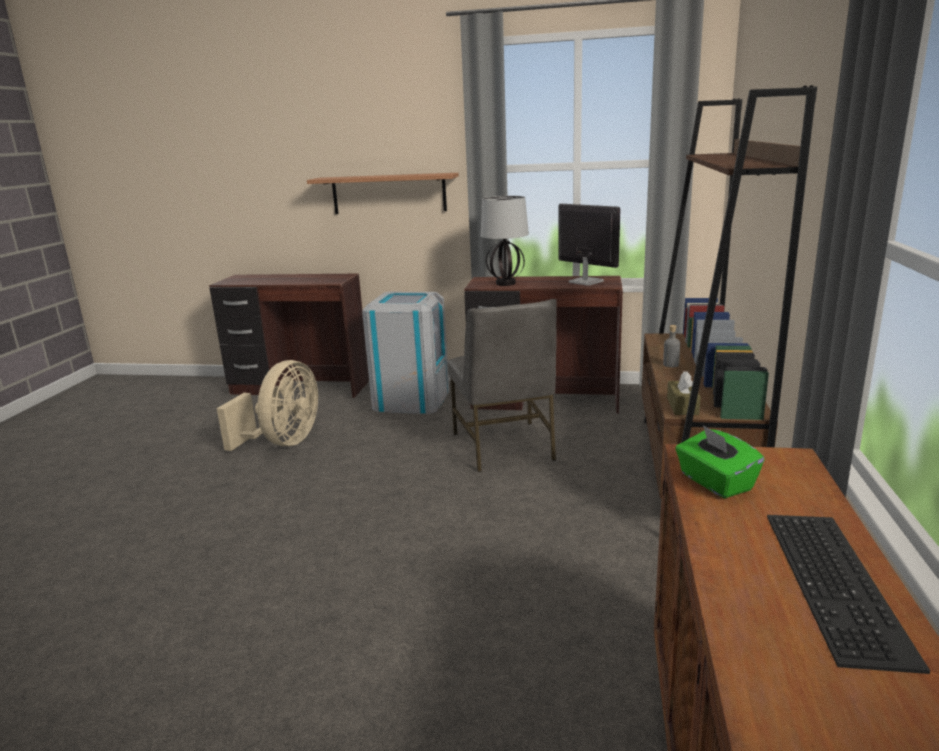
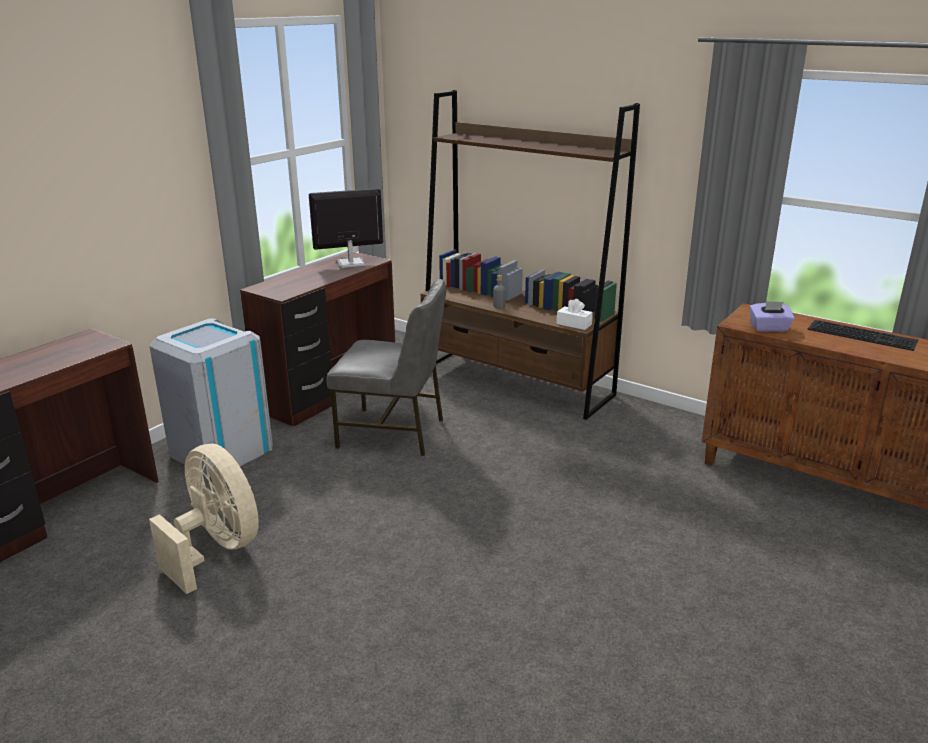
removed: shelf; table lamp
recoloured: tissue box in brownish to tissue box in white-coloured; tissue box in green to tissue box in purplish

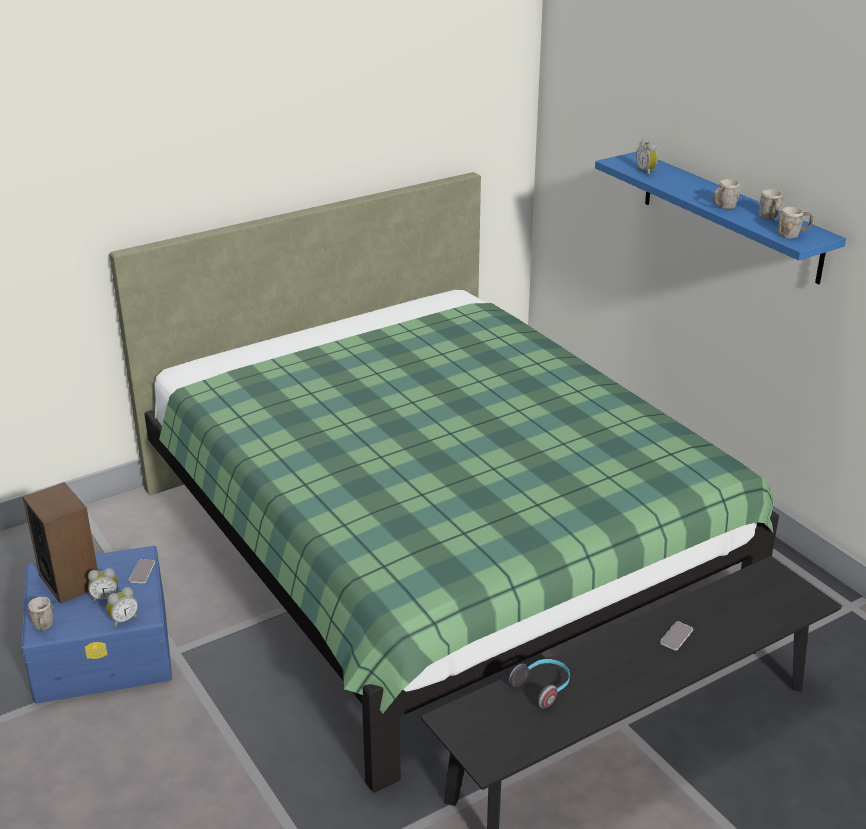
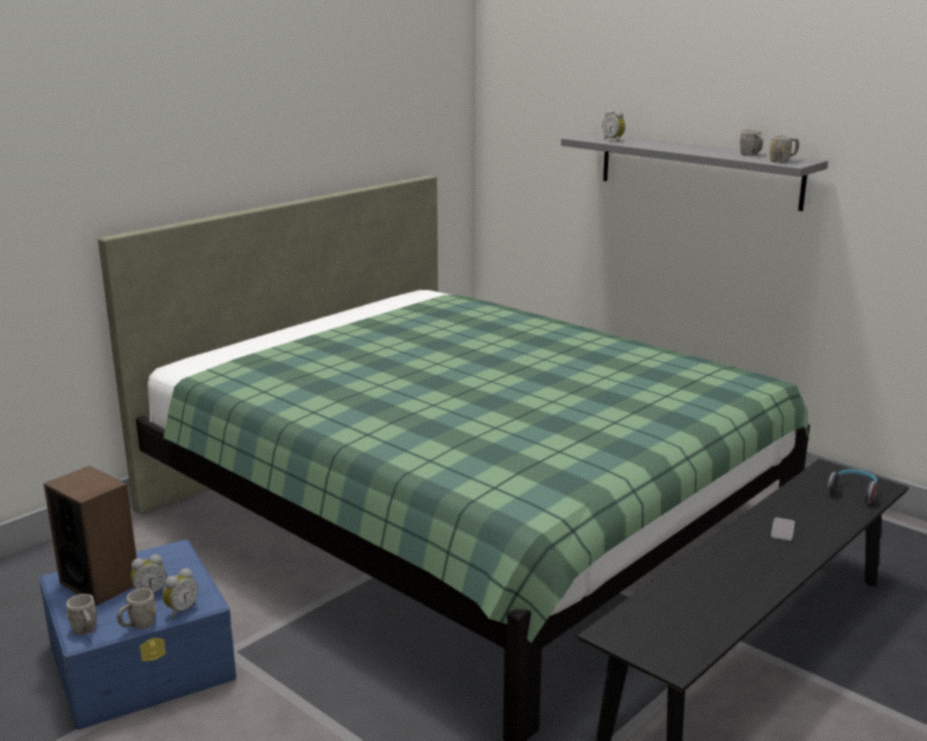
removed: telephone (1st from left)
moved: tea mug in greyish (2nd from left); headphones
recoloured: shelf in blue-coloured to shelf in greyish

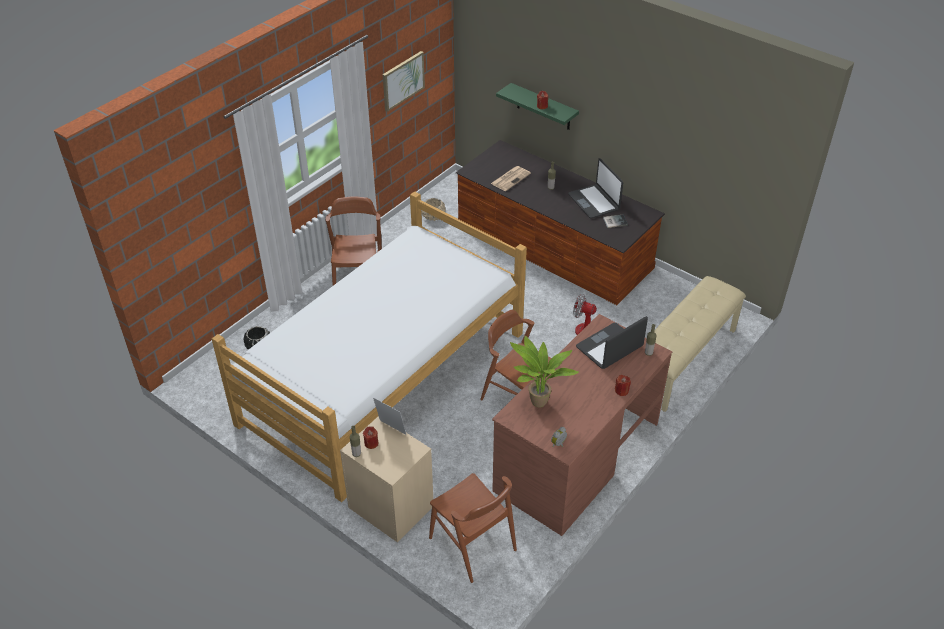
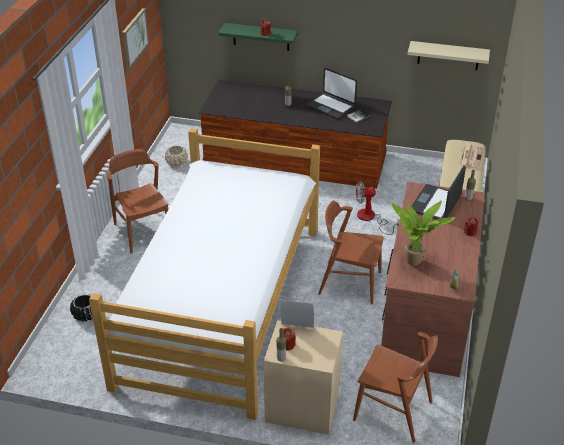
added: shelf in beige
moved: printed paper

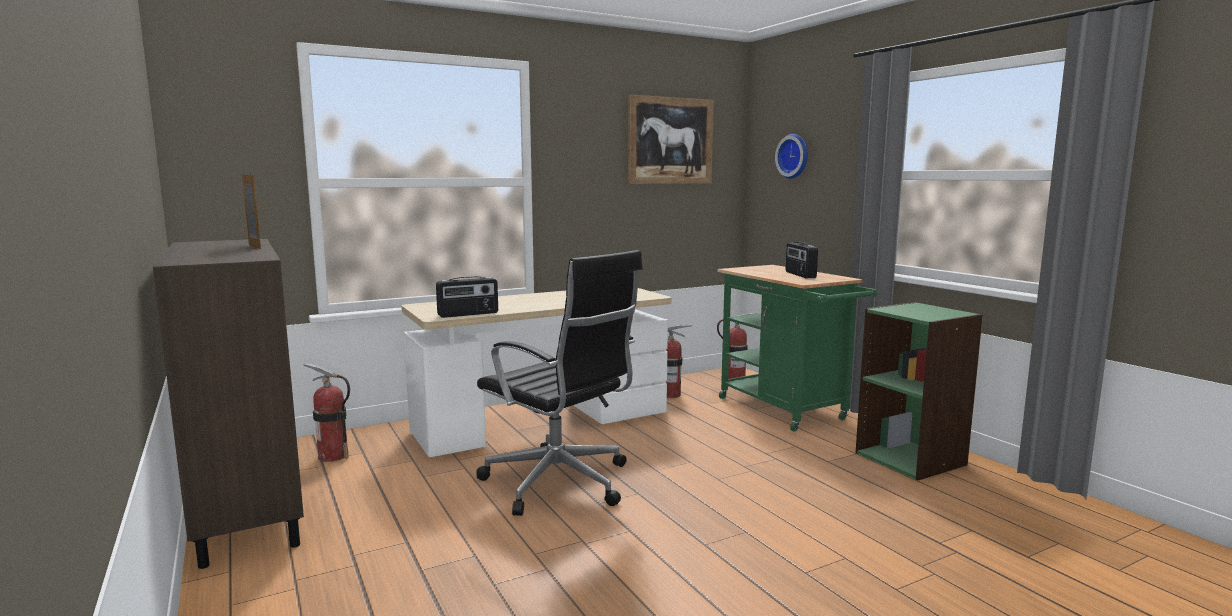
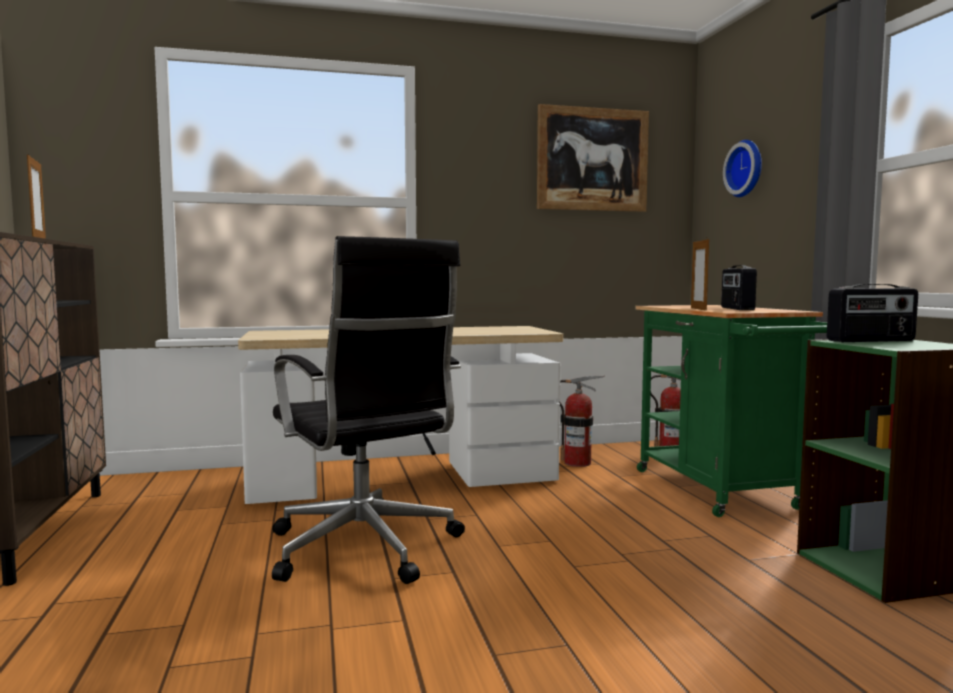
removed: fire extinguisher (1st from left)
added: photo frame (2nd from left)
moved: radio receiver (1st from left in the first image) to radio receiver (2nd from left)

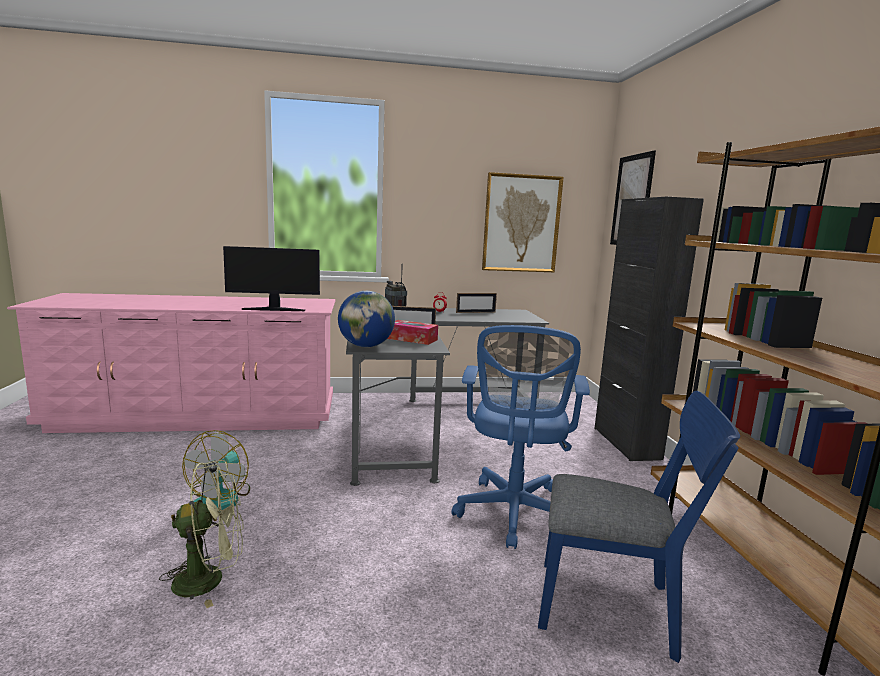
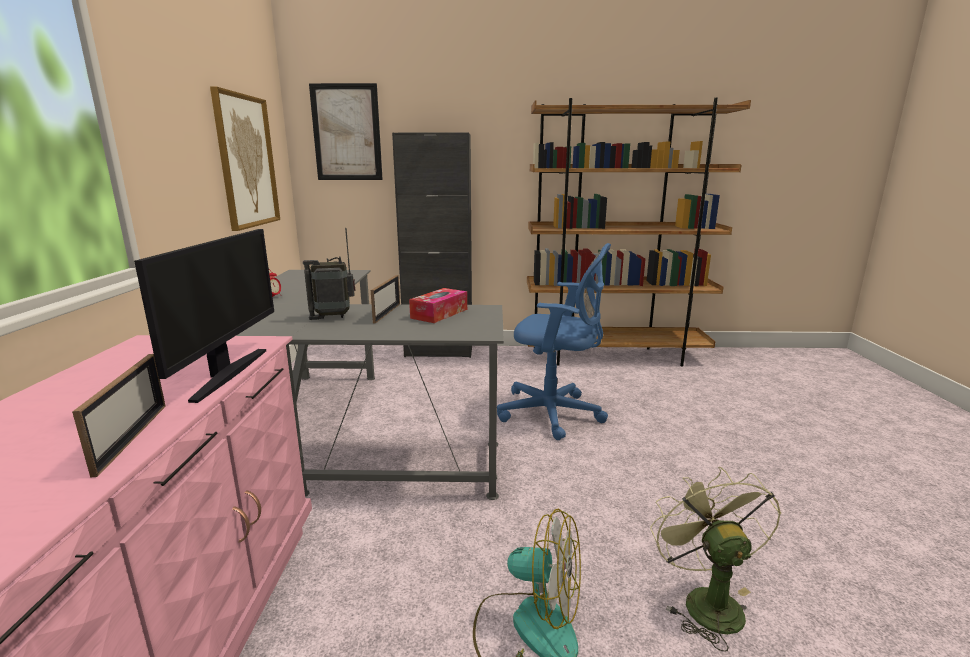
removed: globe; plain chair in blue-coloured
moved: photo frame (2nd from left in the first image) to photo frame (1st from left)

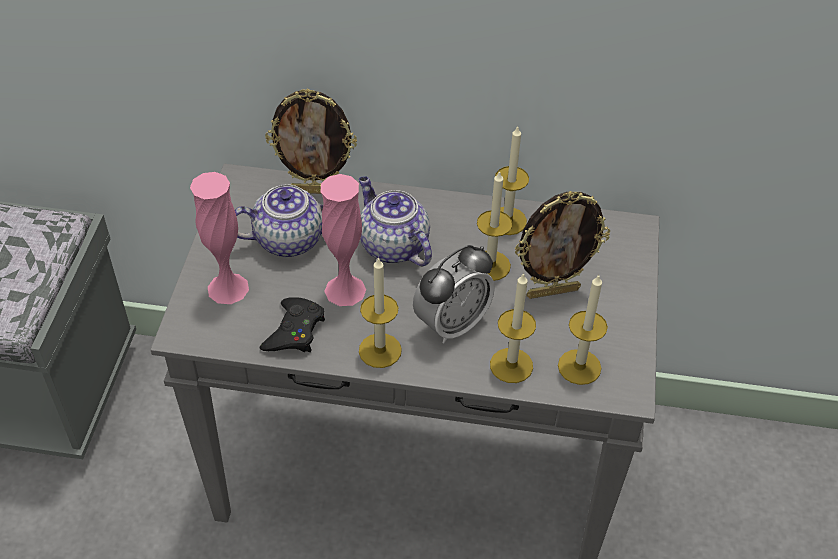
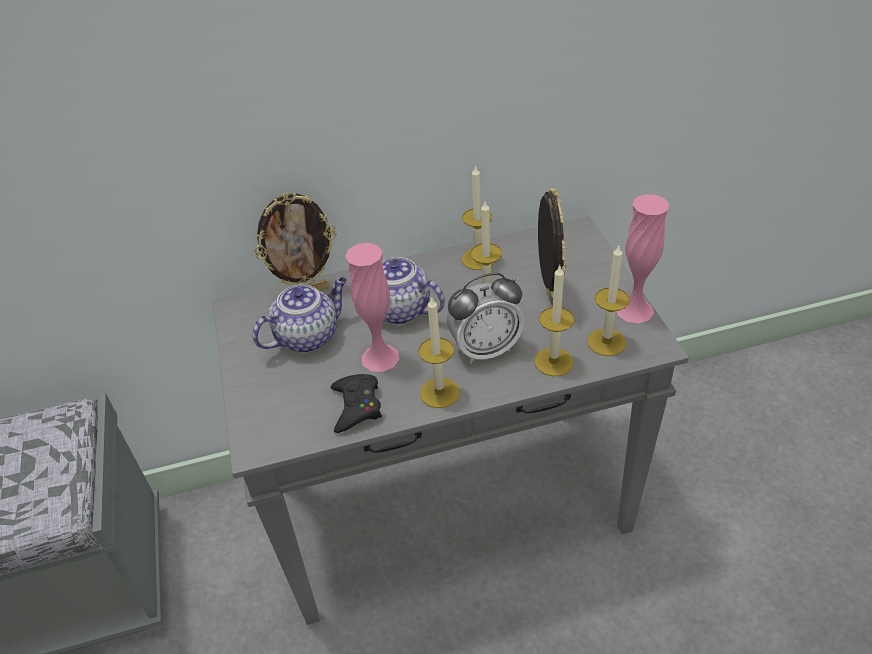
moved: decorative vase in pink (1st from left in the first image) to decorative vase in pink (2nd from left)
turned: table clock 45 degrees clockwise; photo frame (2nd from left) 60 degrees counterclockwise

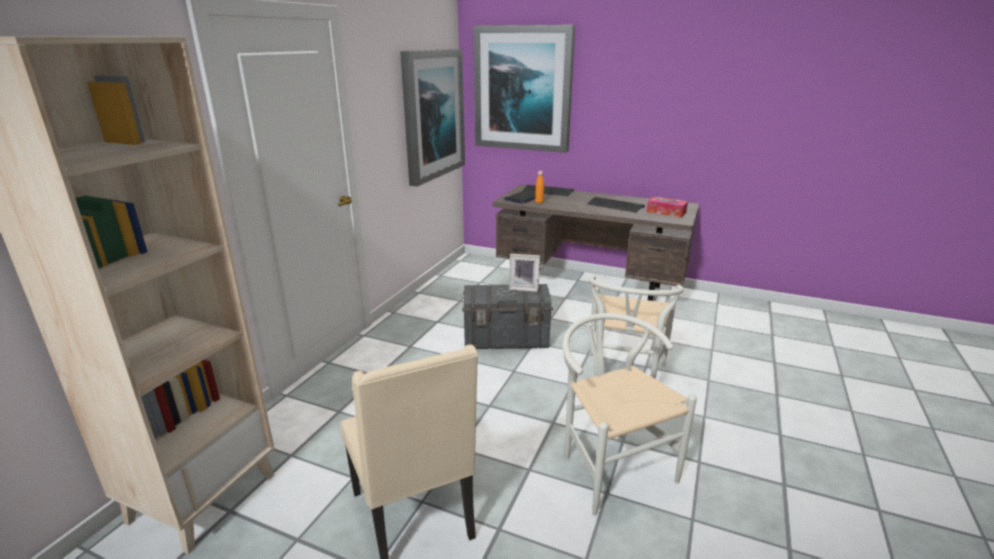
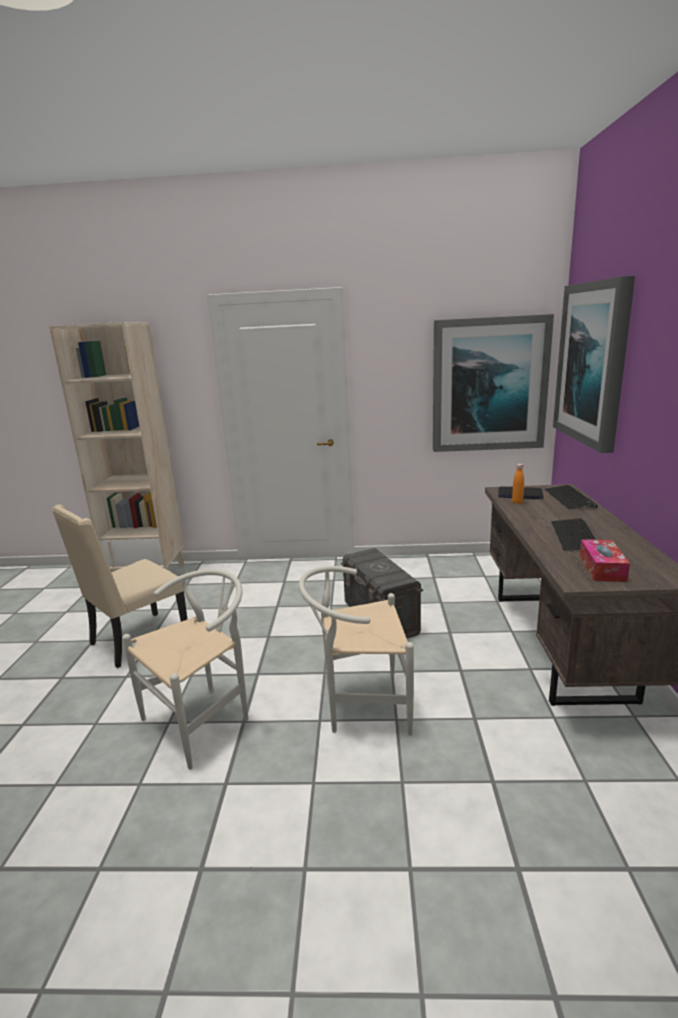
removed: photo frame

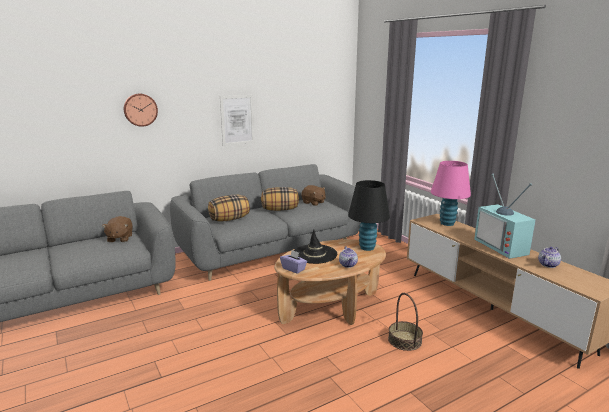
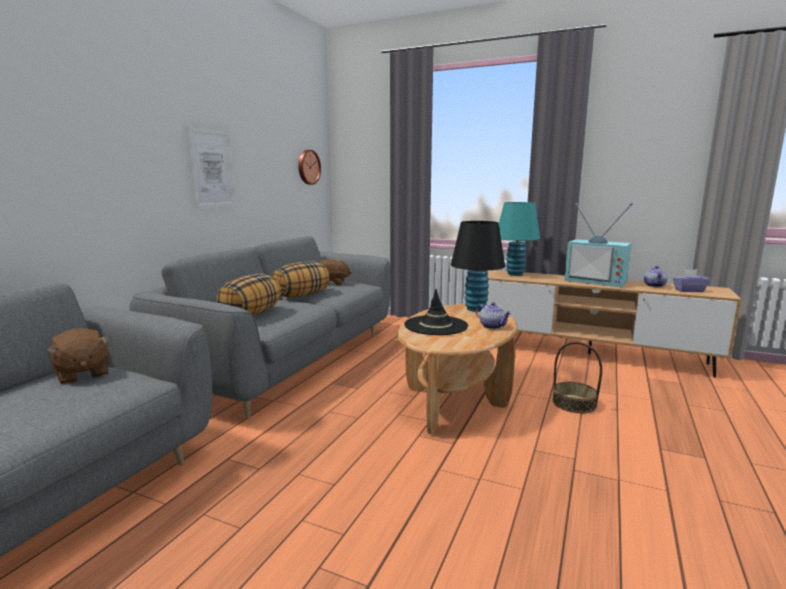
moved: hanging clock; tissue box in purplish
recoloured: table lamp in pink to table lamp in turquoise-coloured

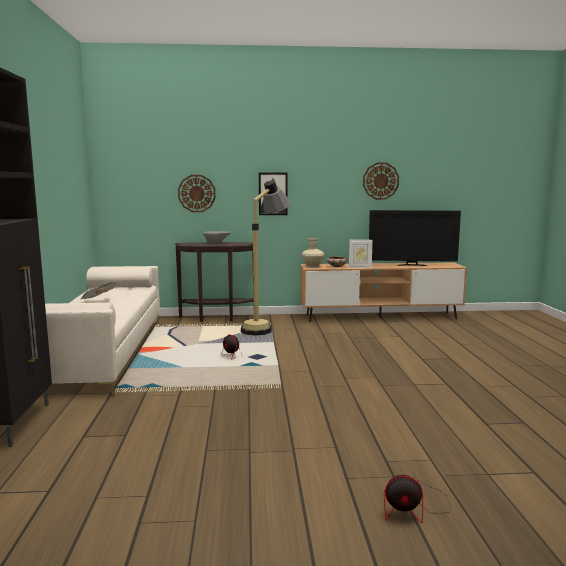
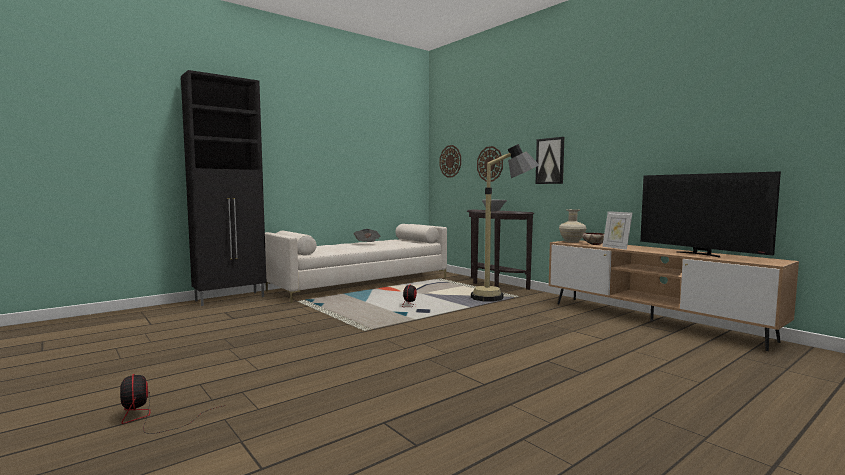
moved: hanging clock (2nd from left in the first image) to hanging clock (1st from left)

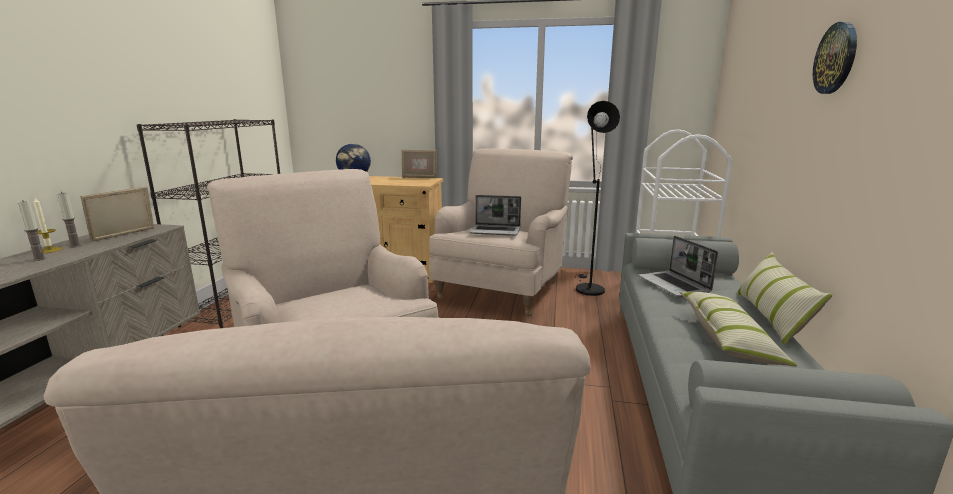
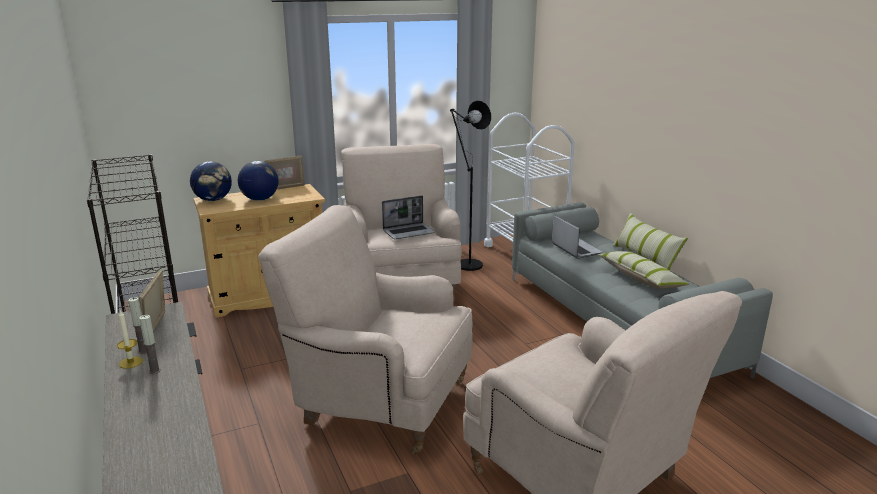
removed: hanging clock
added: globe (2nd from left)
turned: portable computer (2nd from left) 150 degrees counterclockwise

